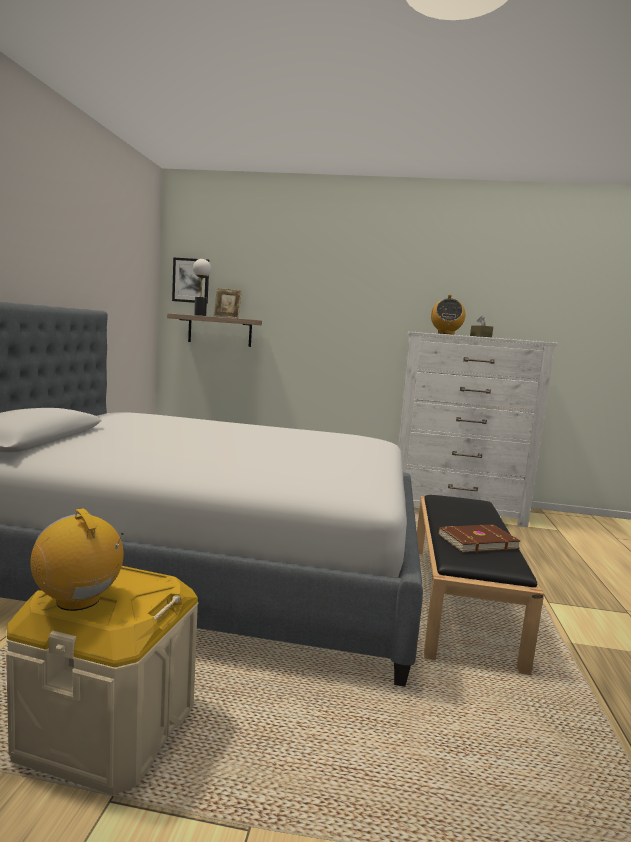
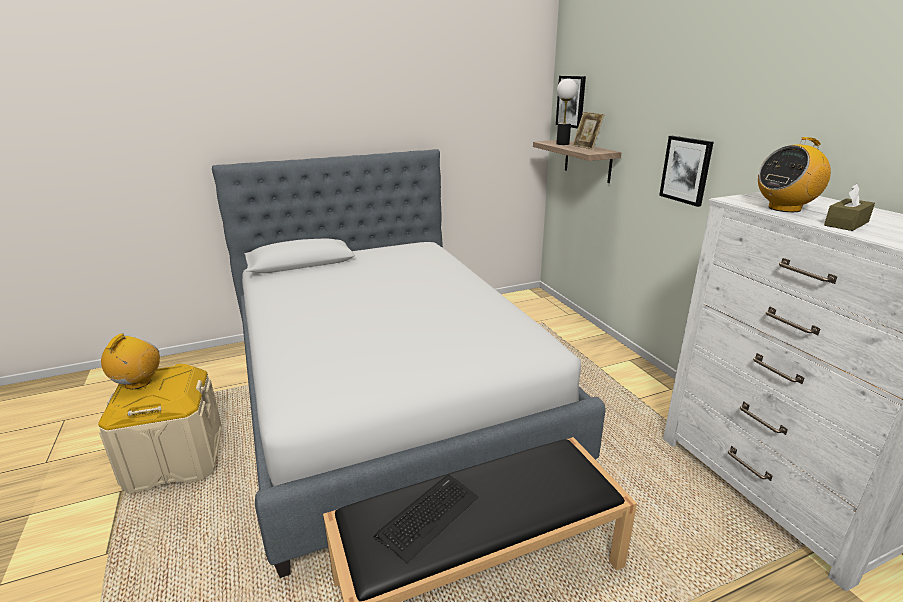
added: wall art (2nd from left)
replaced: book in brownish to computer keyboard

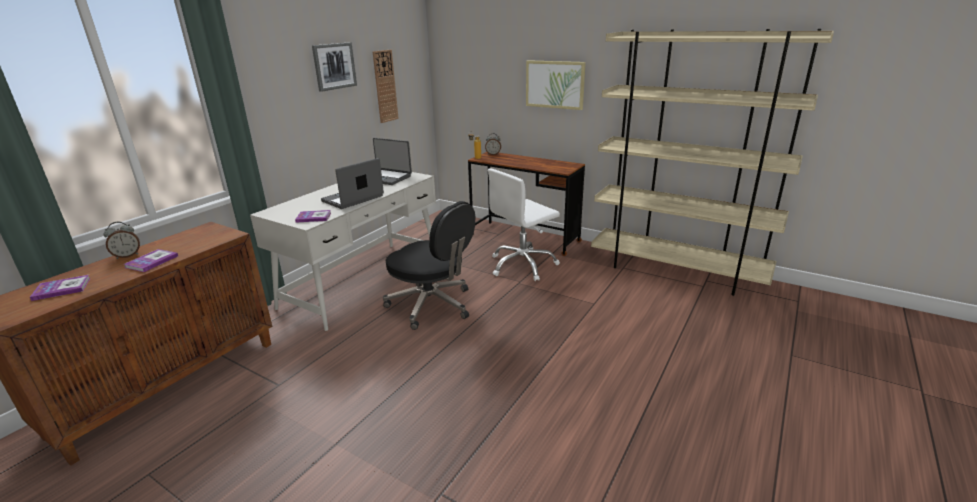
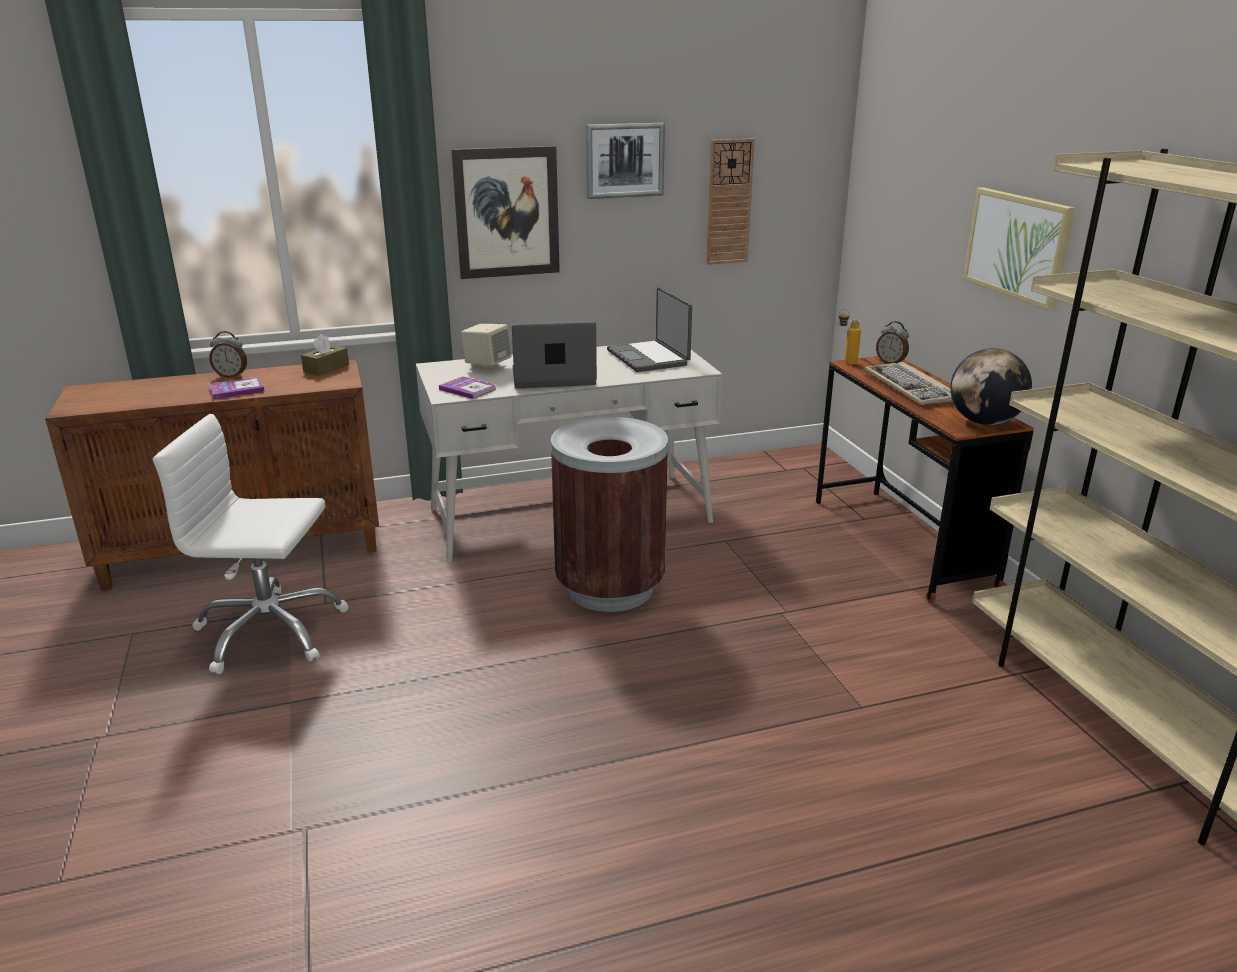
removed: book (1st from left)
added: tissue box in brownish; wall art (1st from left); audio speaker in beige; computer keyboard; globe
moved: desk chair in white-coloured
replaced: desk chair in blackish to waste bin in brownish

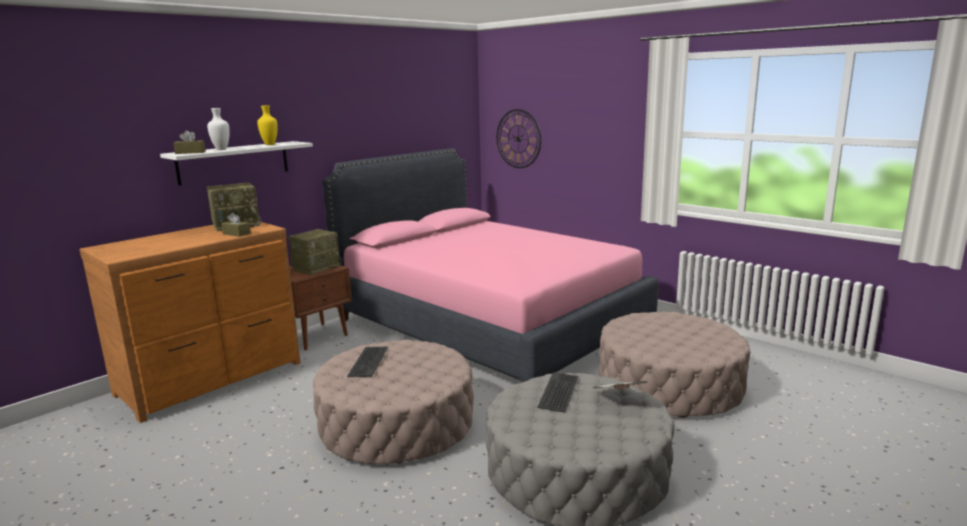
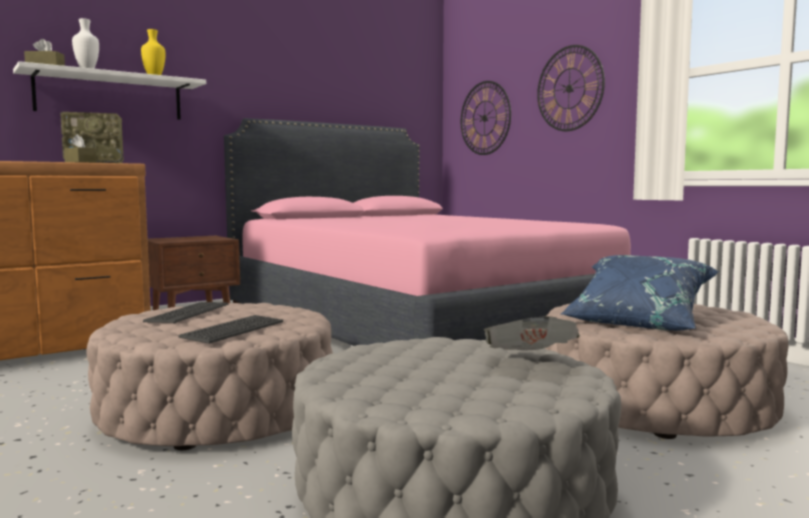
removed: radio receiver (2nd from left)
added: hanging clock (2nd from left); throw pillow in blue-coloured
moved: computer keyboard (2nd from left)

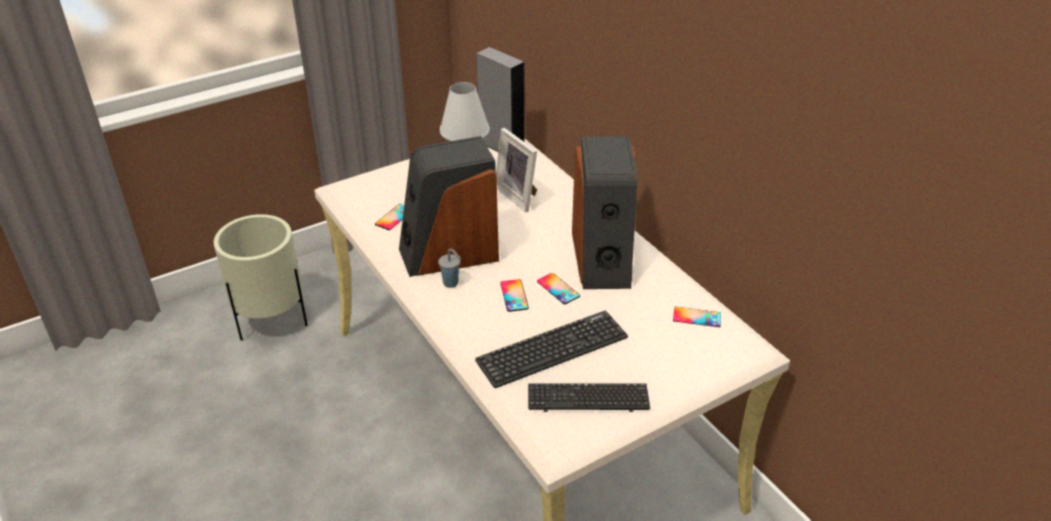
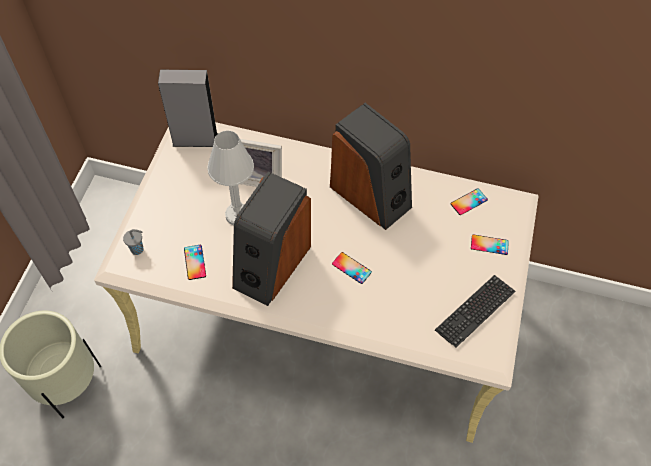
removed: computer keyboard (1st from left)
moved: cup in greyish; telephone (3rd from left in the first image) to telephone (4th from left)

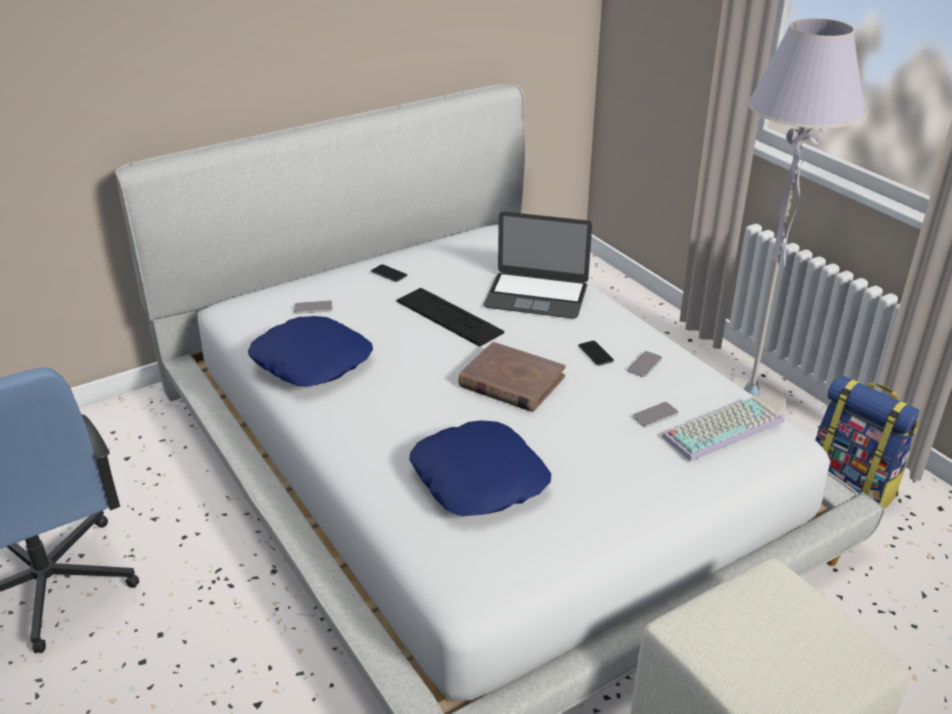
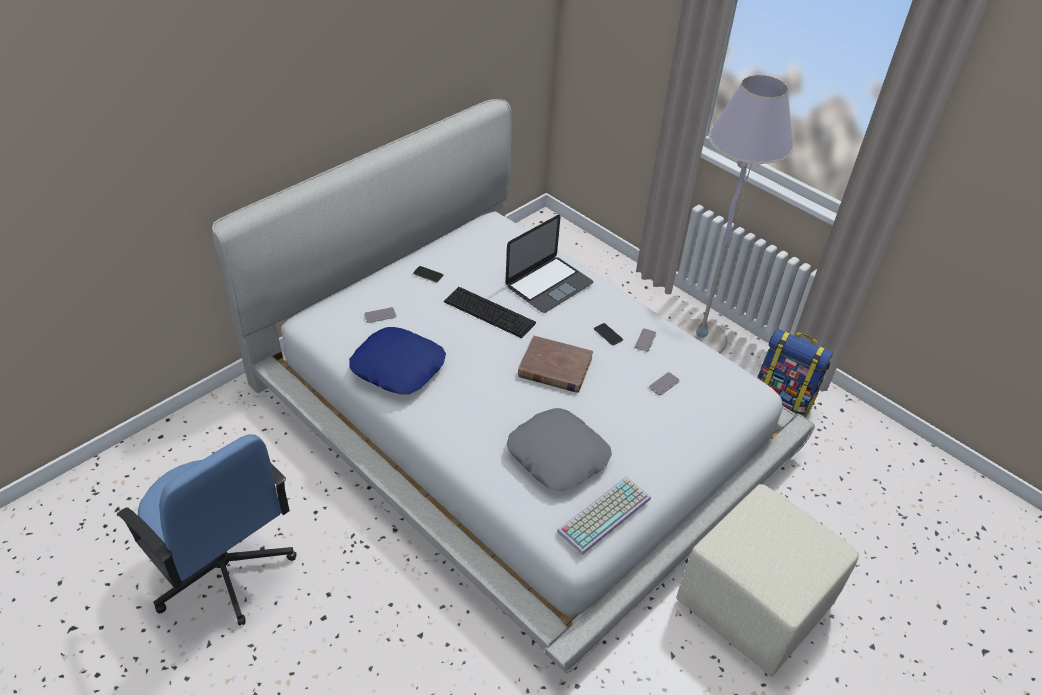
moved: computer keyboard (2nd from left)
recoloured: throw pillow in blue-coloured (2nd from left) to throw pillow in greyish
turned: portable computer 45 degrees counterclockwise

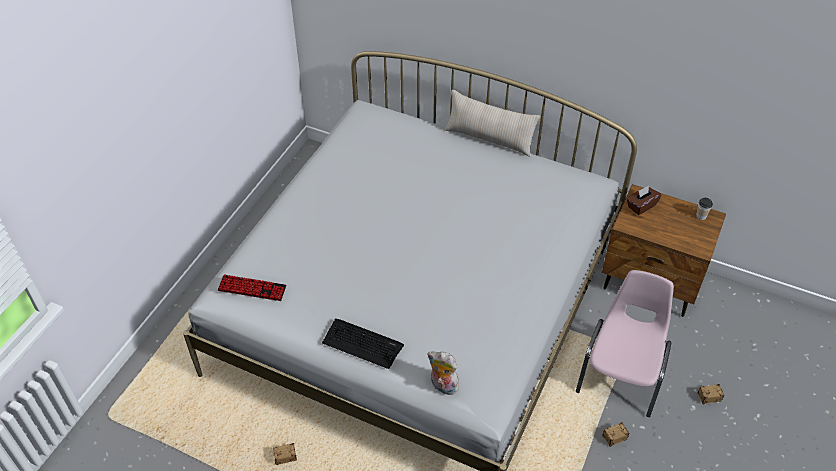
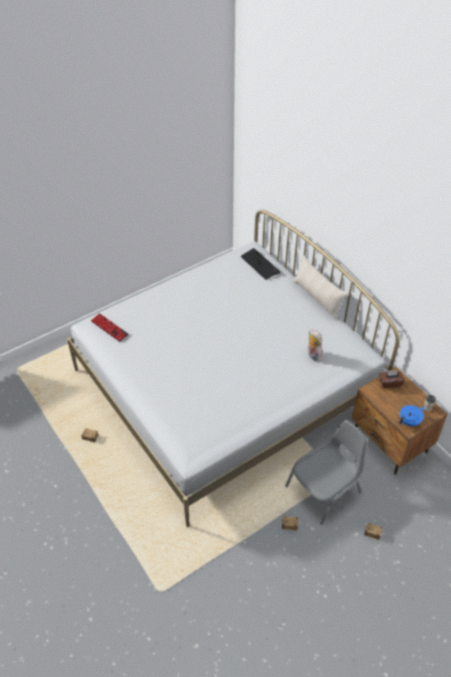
added: pot for tea in blue-coloured
moved: computer keyboard (2nd from left); plush toy
recoloured: plain chair in pink to plain chair in greyish

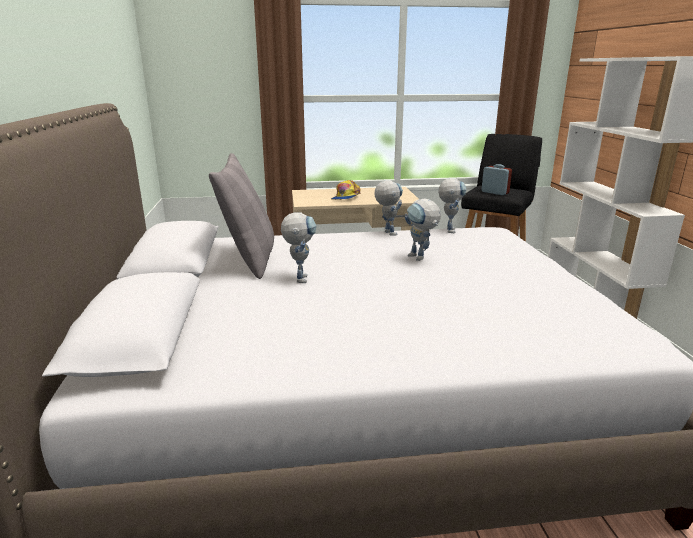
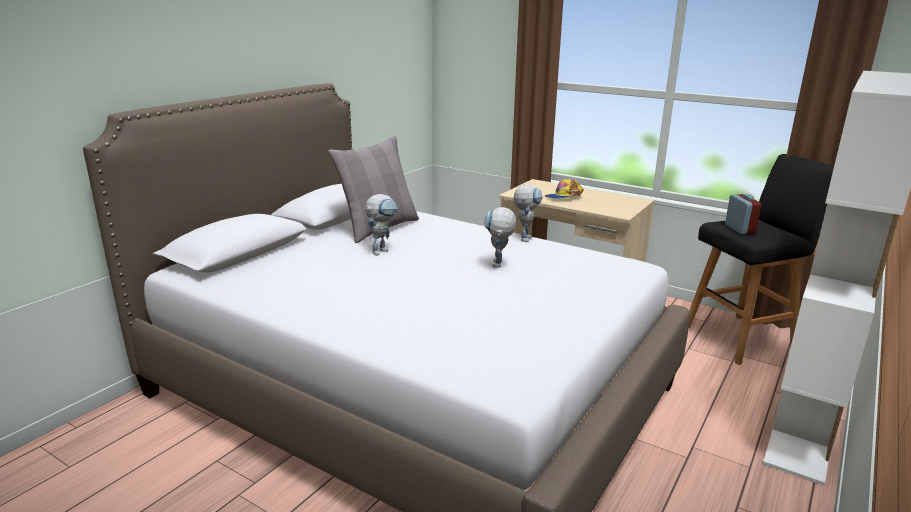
removed: robot figure (4th from left)

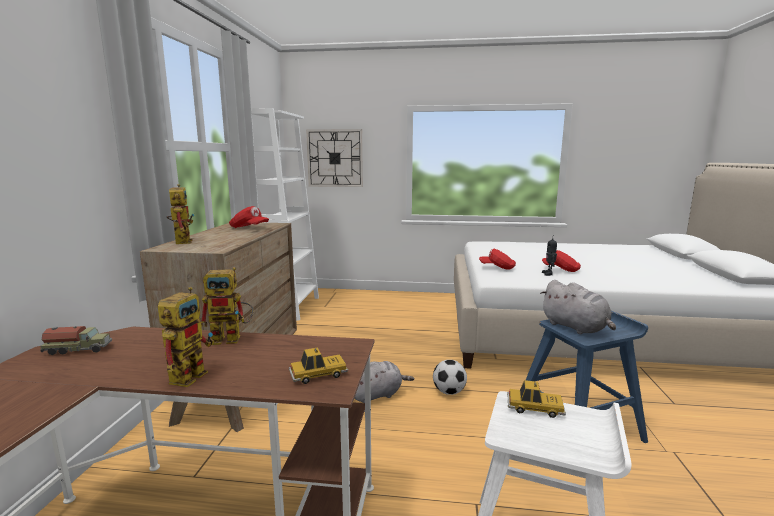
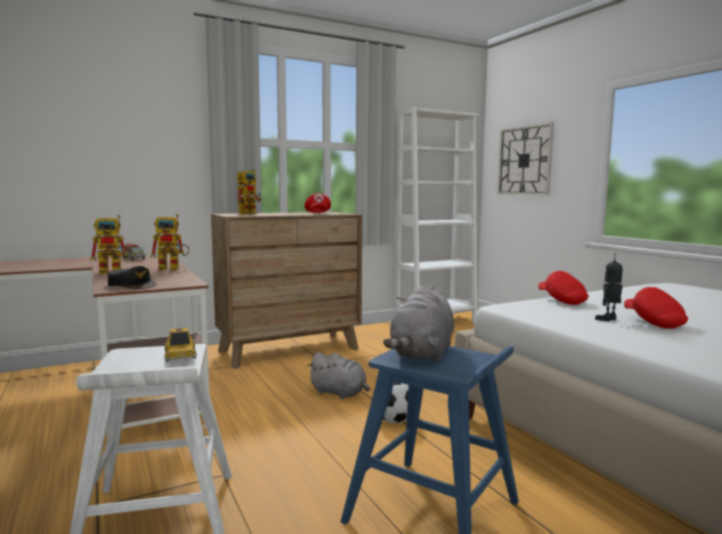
replaced: model car (1st from left) to baseball cap in blackish
turned: robot figure (3rd from left in the first image) 60 degrees counterclockwise

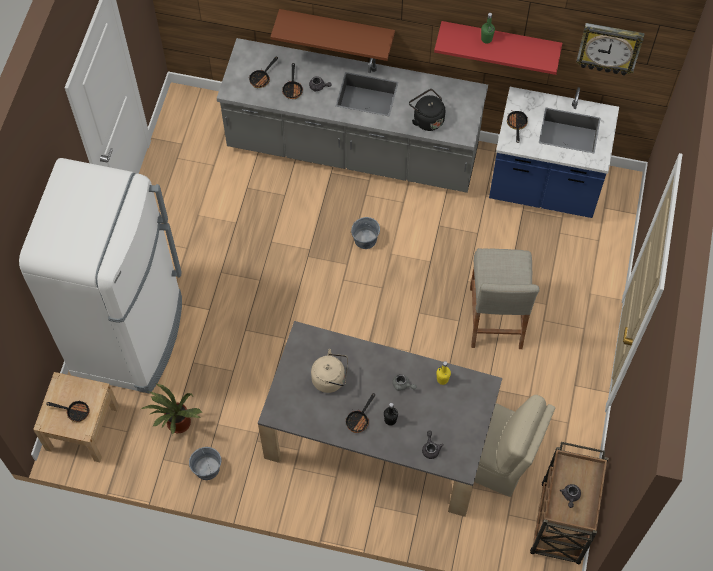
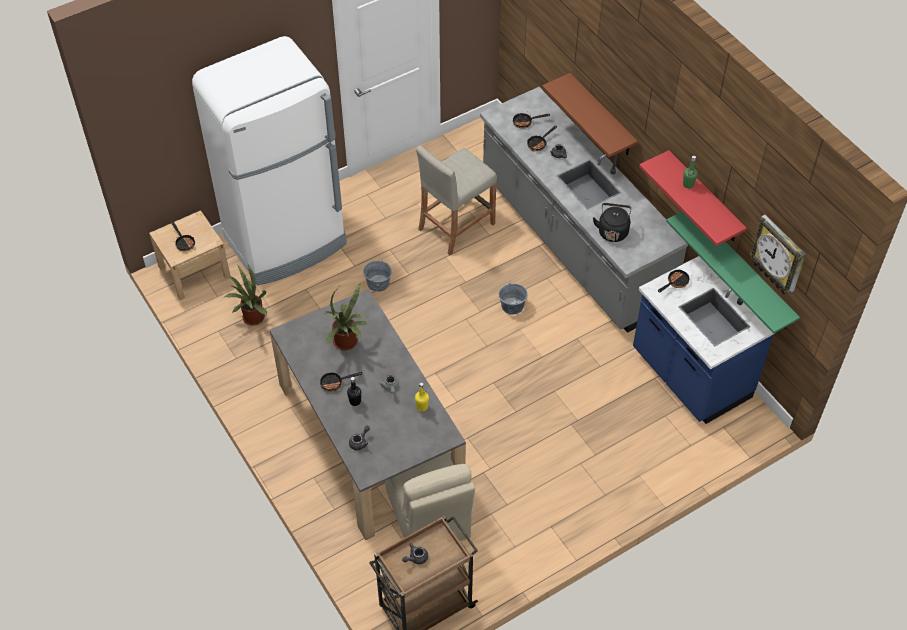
added: shelf in green
moved: bucket in greyish (1st from left); stool in beige
replaced: tea kettle in beige to plant in a pot (2nd from left)

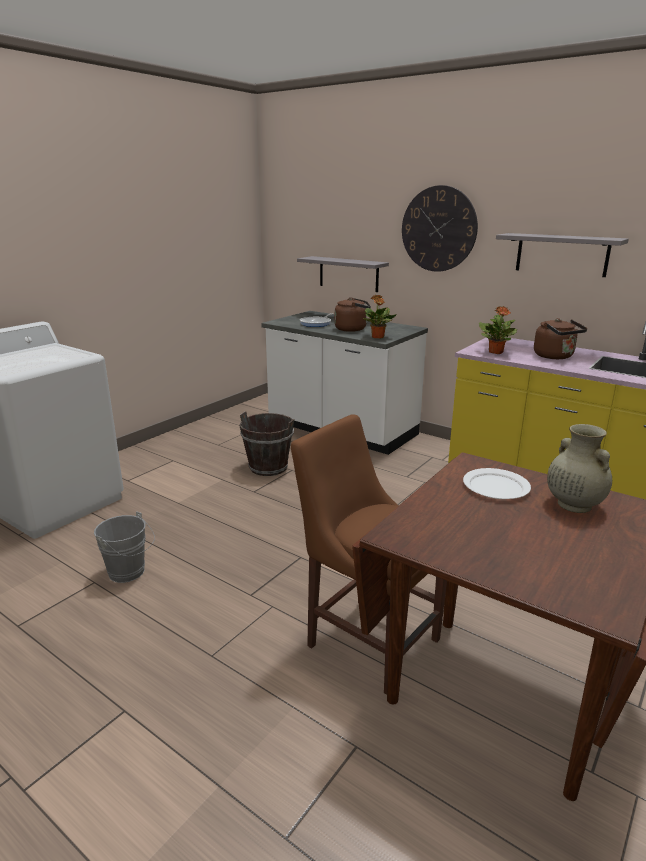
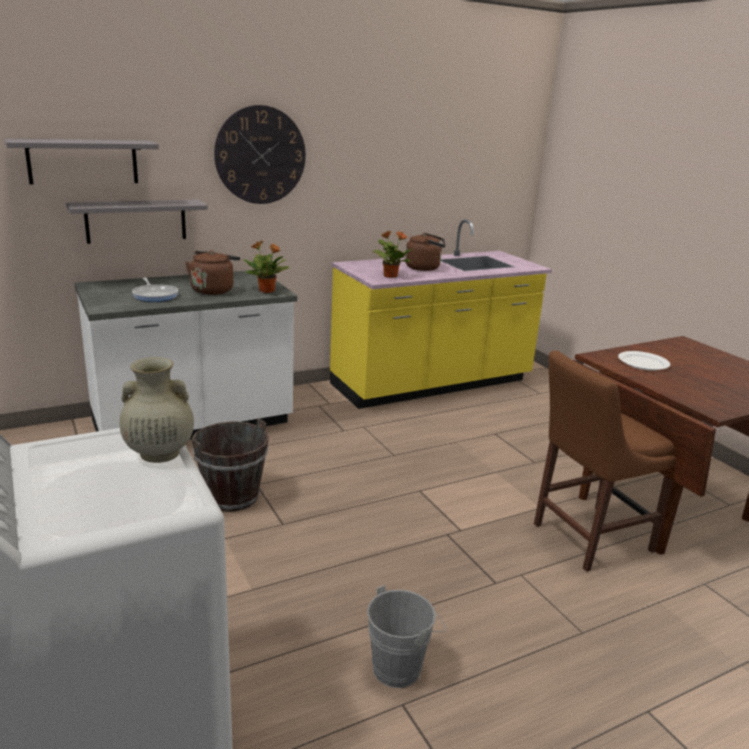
moved: shelf in greyish (2nd from left in the first image) to shelf in greyish (1st from left); decorative vase in beige

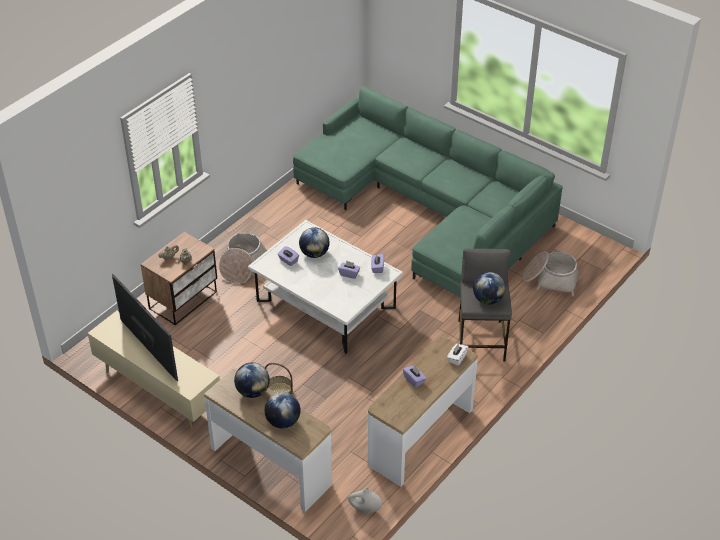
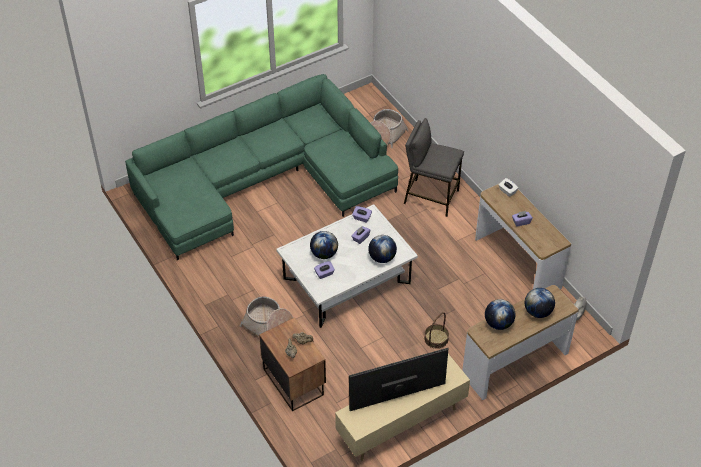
moved: globe (4th from left in the first image) to globe (2nd from left)

